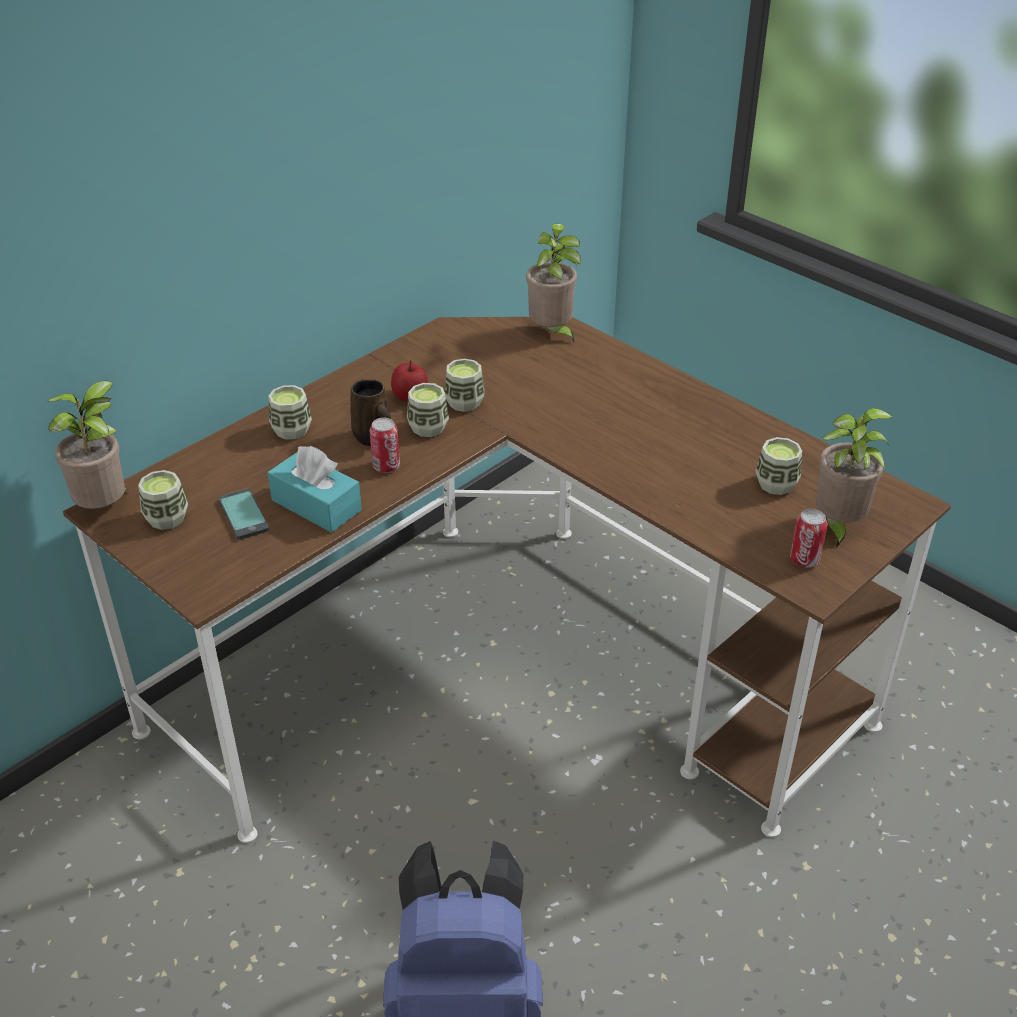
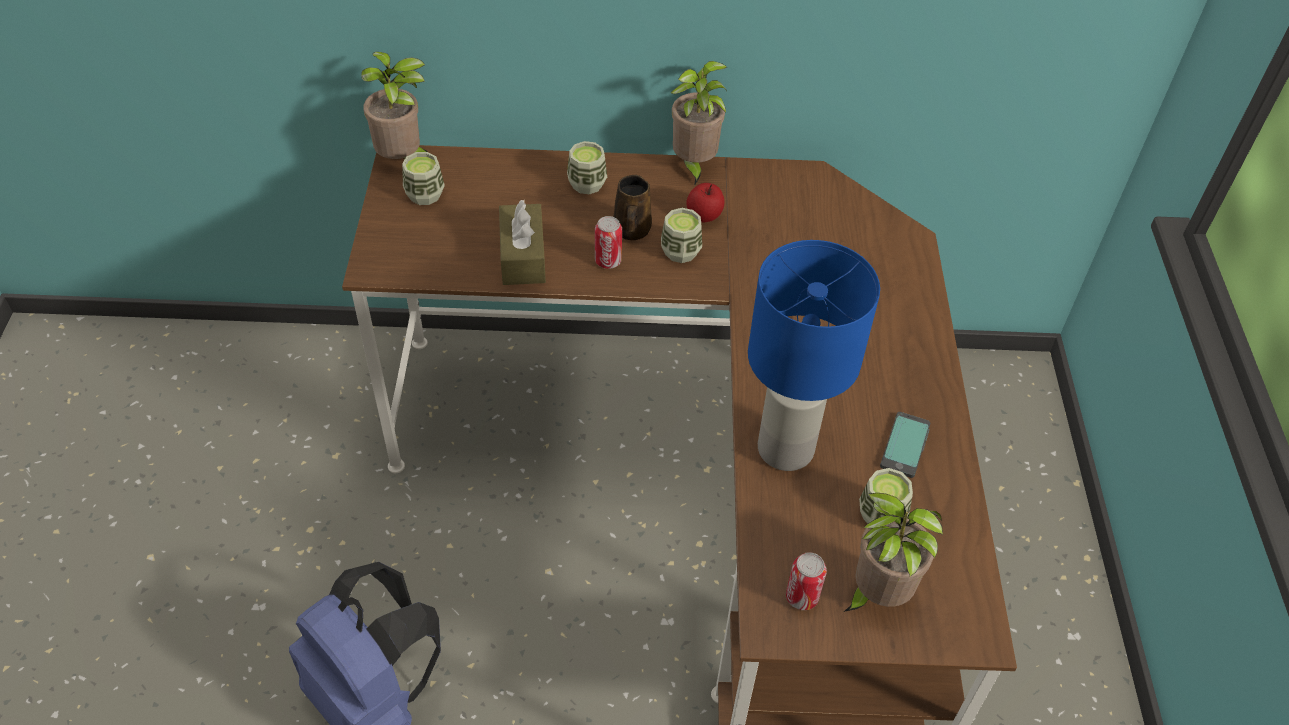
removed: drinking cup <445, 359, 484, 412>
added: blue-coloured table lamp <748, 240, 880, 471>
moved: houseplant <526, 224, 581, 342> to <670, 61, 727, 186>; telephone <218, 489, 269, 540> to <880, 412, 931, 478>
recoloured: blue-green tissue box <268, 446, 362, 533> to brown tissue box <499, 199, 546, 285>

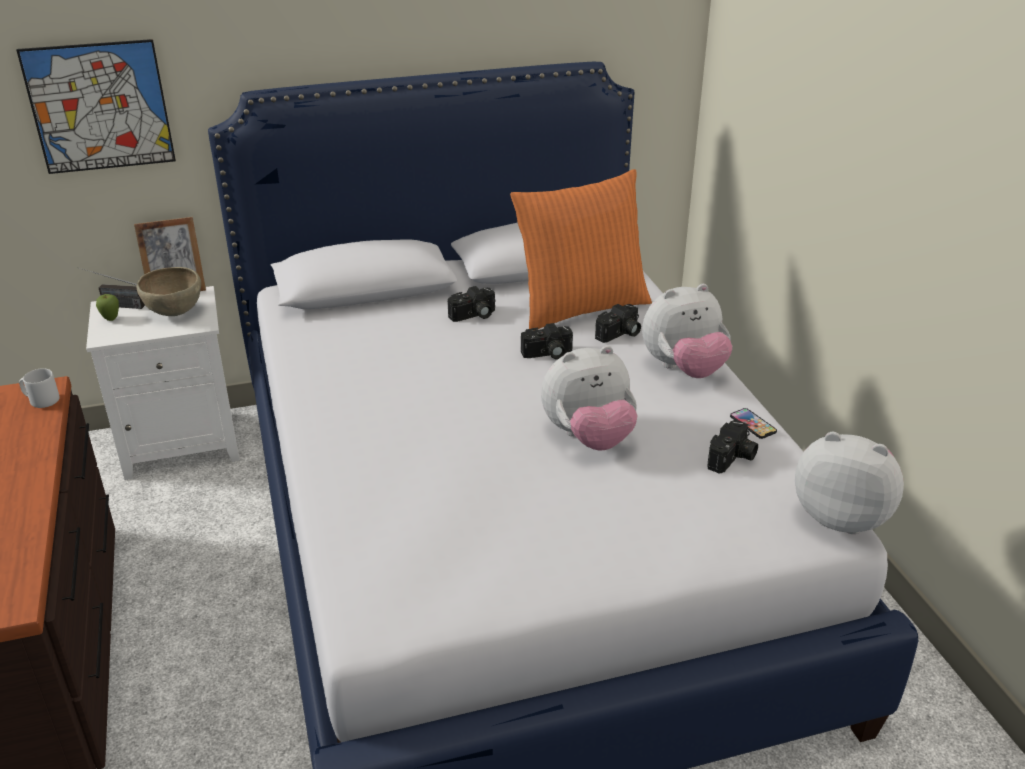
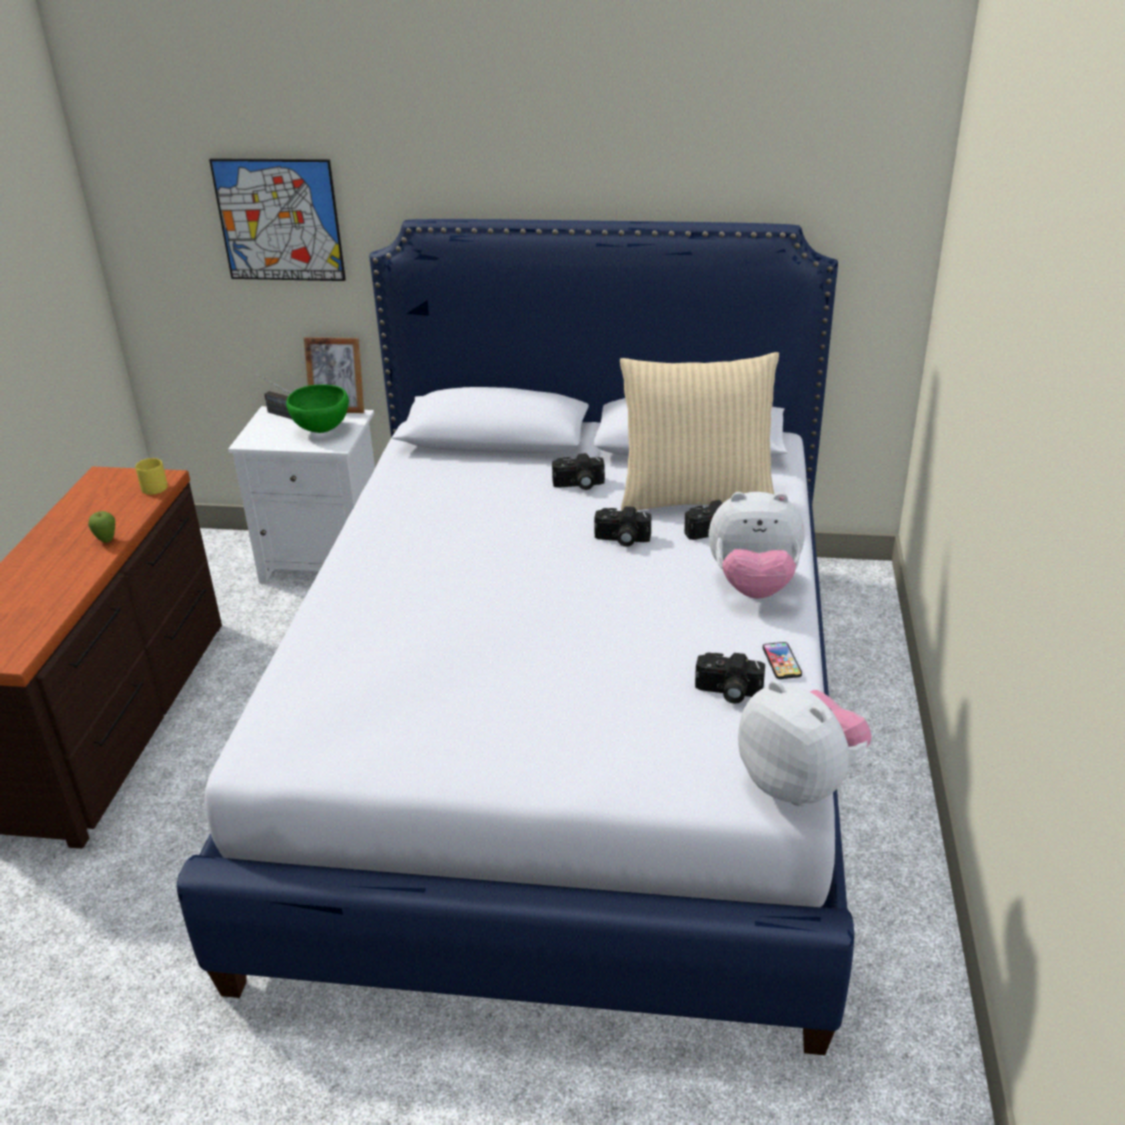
removed: cuddly toy <541, 345, 638, 450>
moved: apple fruit <96, 294, 119, 321> to <88, 511, 115, 543>
recoloured: orange-coloured throw pillow <510, 169, 652, 331> to beige-coloured throw pillow <620, 352, 779, 511>; brown deep dish <137, 267, 201, 316> to green deep dish <286, 384, 349, 433>; gray mug <19, 368, 59, 408> to yellowish mug <135, 458, 168, 495>
turned: still camera <707, 420, 758, 474> = <695, 653, 765, 703> 45 degrees clockwise

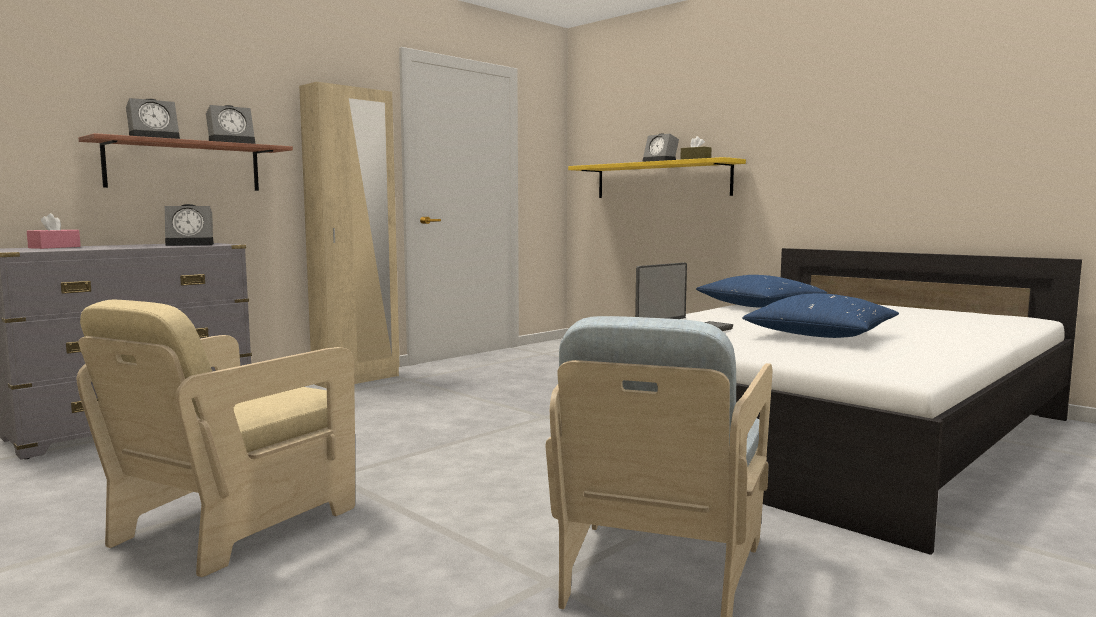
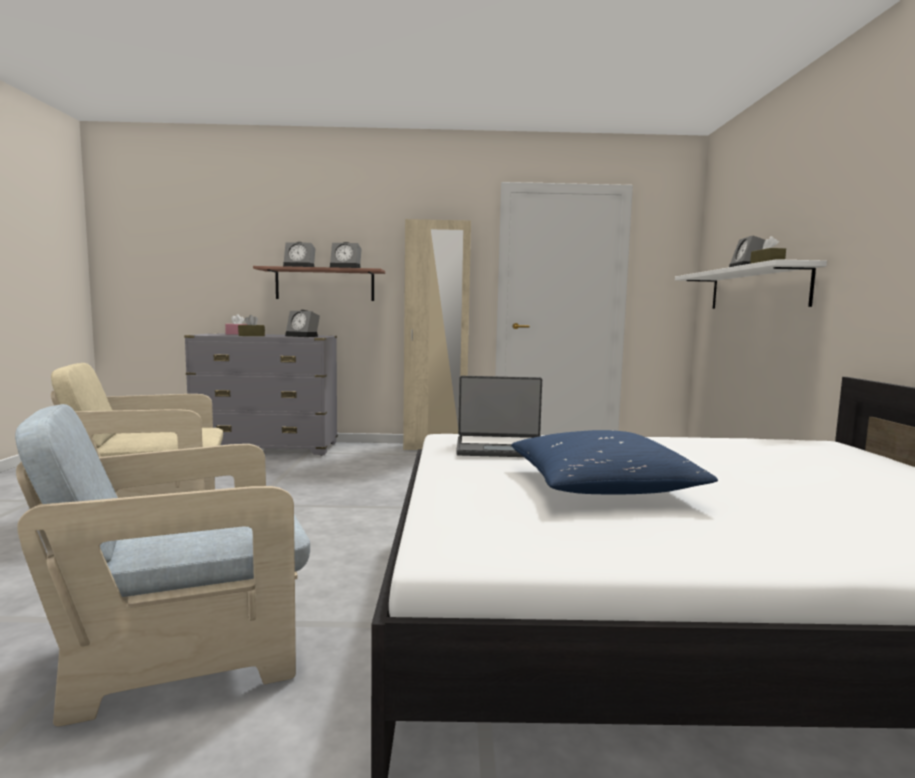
removed: blue-coloured throw pillow <696, 275, 827, 308>
added: brown tissue box <238, 315, 265, 336>
recoloured: yellowish wall shelf <568, 157, 746, 198> to whitish wall shelf <675, 259, 827, 309>

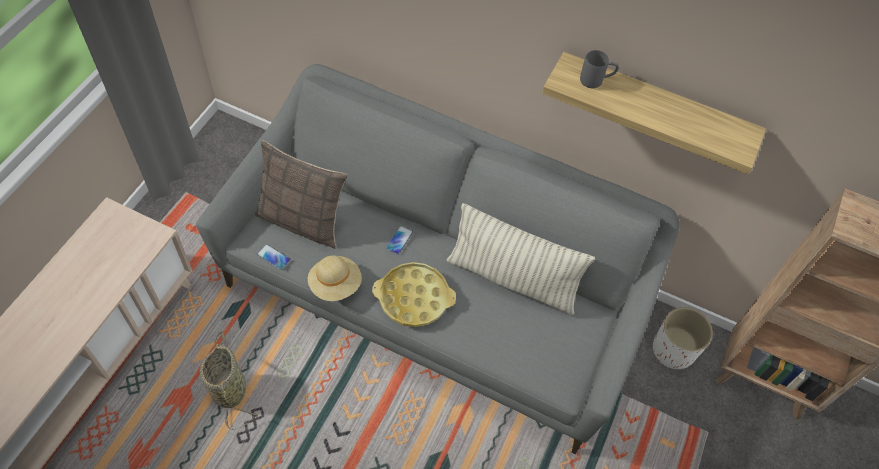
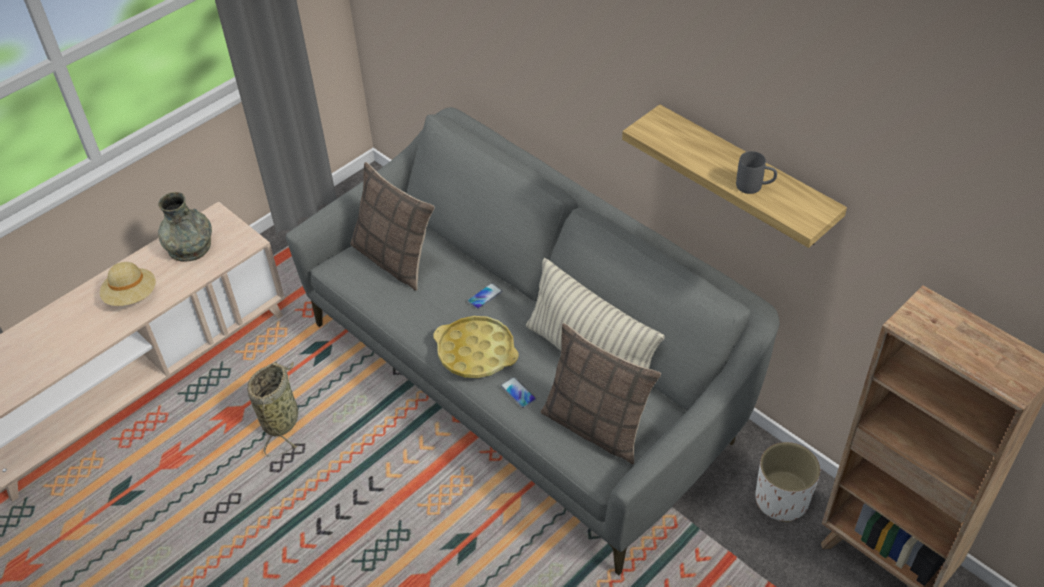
added: gray decorative vase <158, 192, 212, 262>; throw pillow <541, 323, 661, 464>
moved: gray mug <580, 50, 619, 88> to <736, 151, 777, 194>; telephone <257, 244, 291, 270> to <501, 377, 536, 408>; beige-coloured hat <308, 255, 362, 301> to <100, 262, 156, 306>

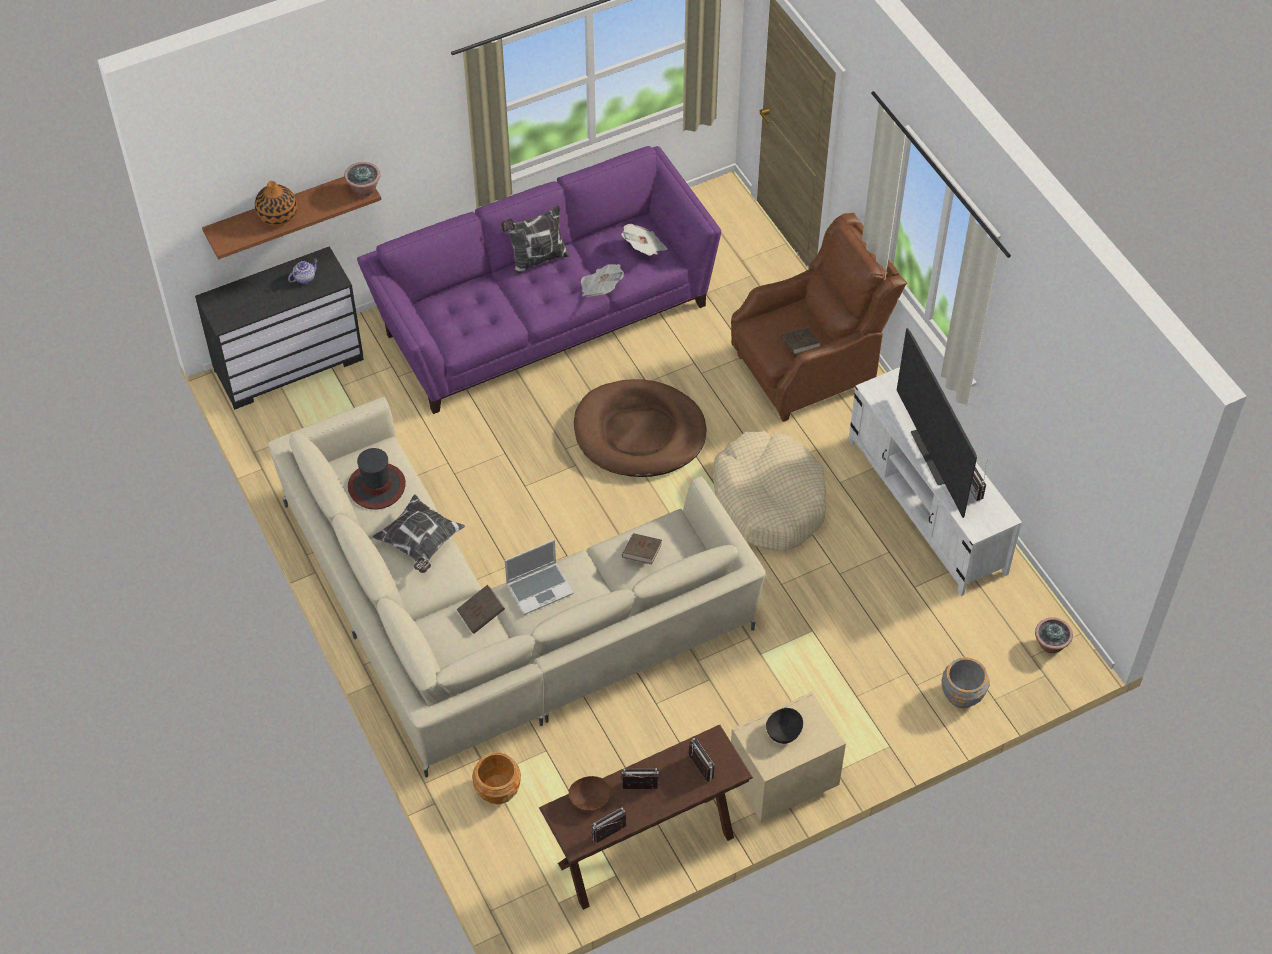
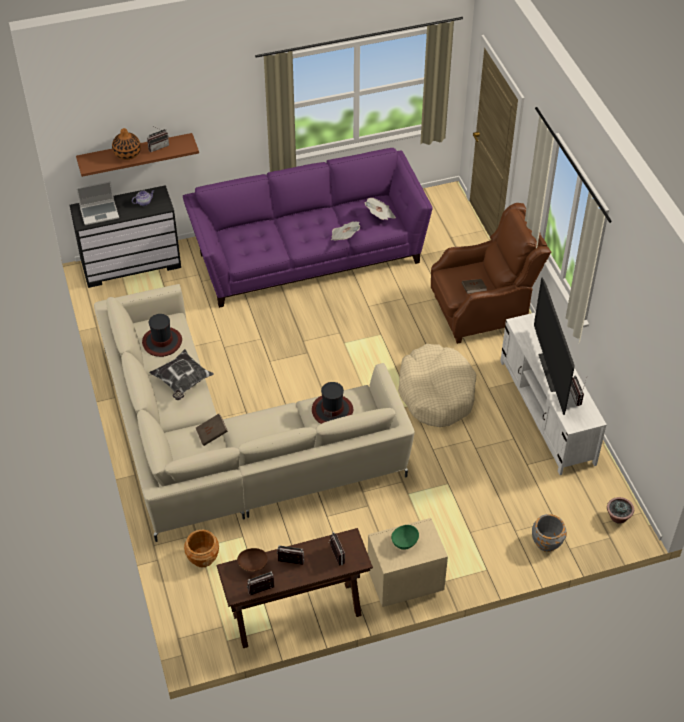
removed: houseplant <344, 162, 381, 197>; throw pillow <501, 205, 570, 275>; brown dog cushion <574, 379, 706, 477>
added: radio set <147, 125, 169, 152>
moved: portable computer <505, 540, 574, 615> to <76, 181, 119, 225>
replaced: brown bound book <622, 533, 662, 564> to hat <312, 382, 353, 424>
recoloured: black-coloured deep dish <766, 708, 803, 744> to green deep dish <391, 525, 419, 550>

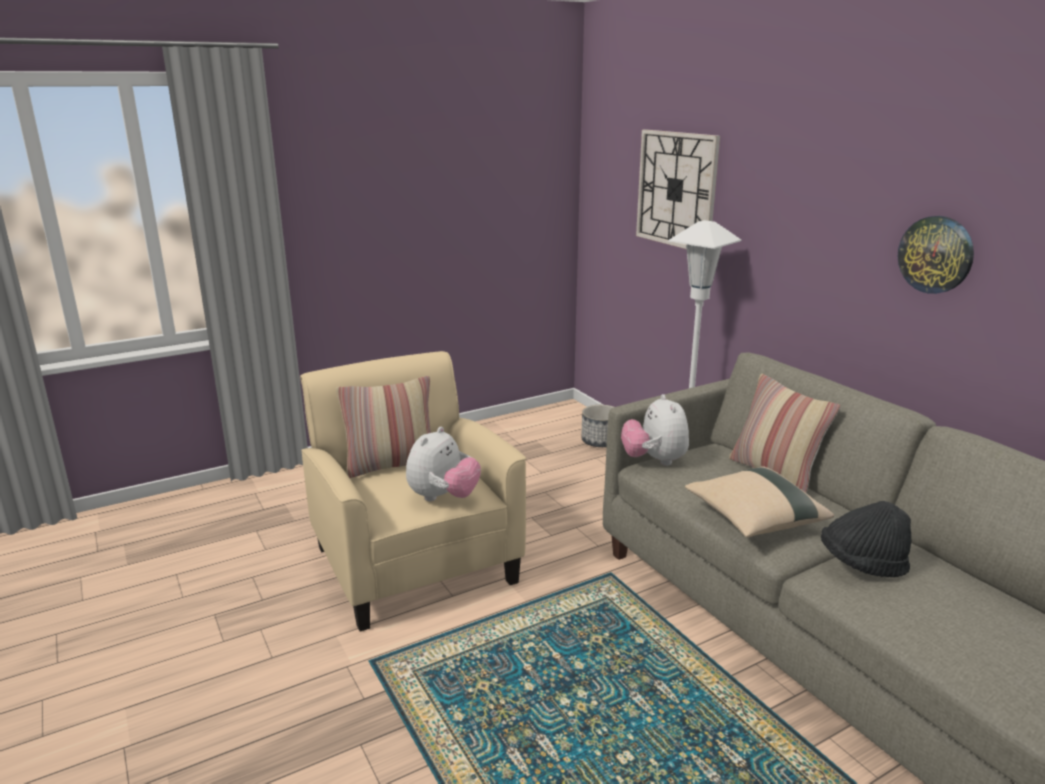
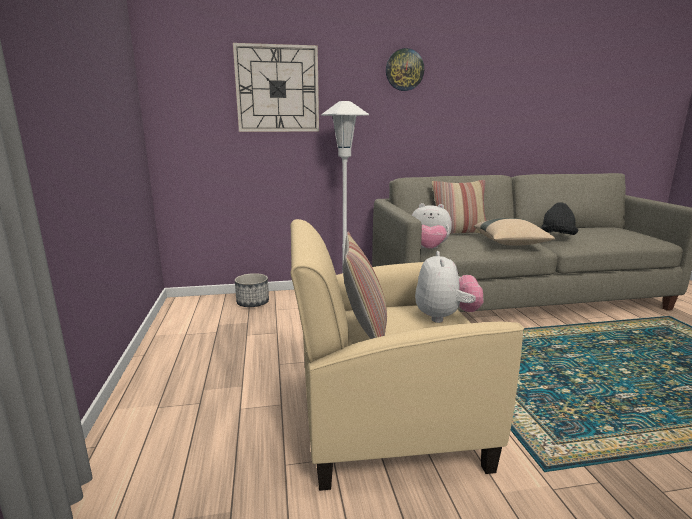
moved: hanging clock <898, 216, 974, 294> to <386, 48, 424, 91>
turned: cuddly toy <406, 427, 481, 501> = <415, 251, 483, 323> 45 degrees clockwise

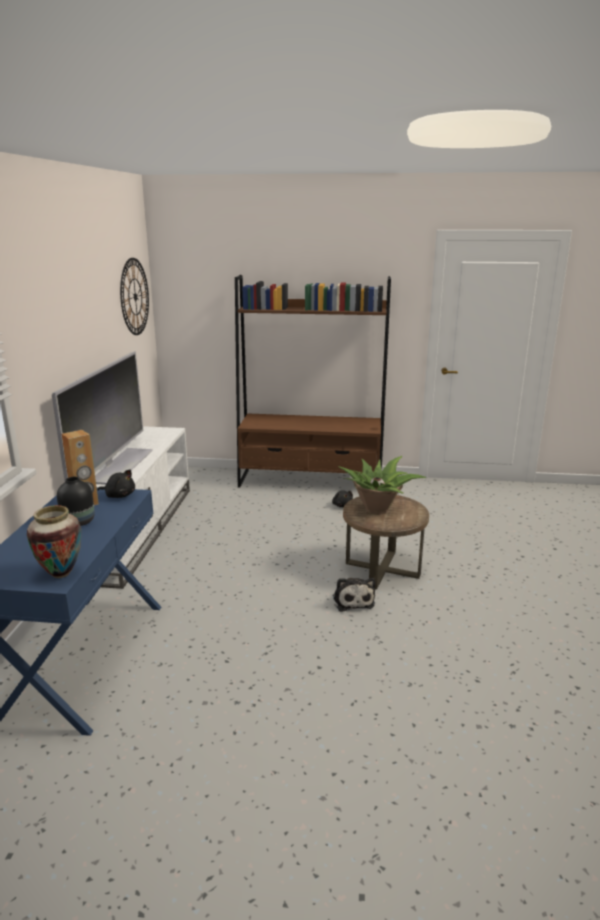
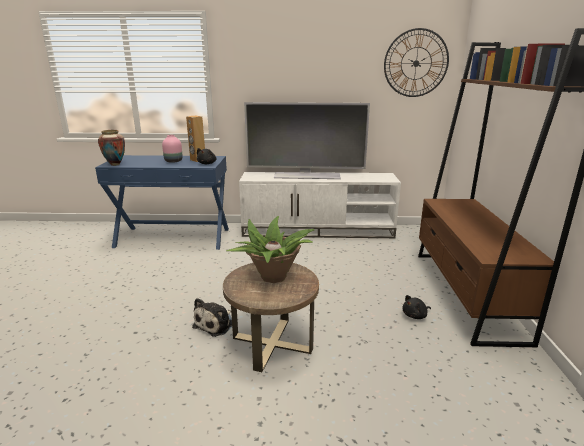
recoloured: black-coloured decorative vase <57, 477, 95, 526> to pink decorative vase <162, 135, 183, 163>
turned: cuddly toy <333, 578, 375, 612> = <192, 298, 232, 337> 45 degrees counterclockwise

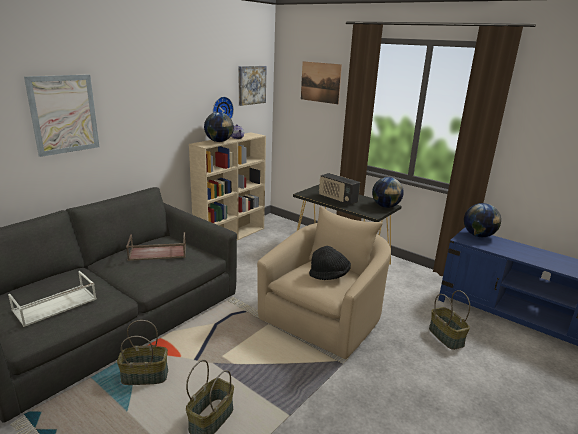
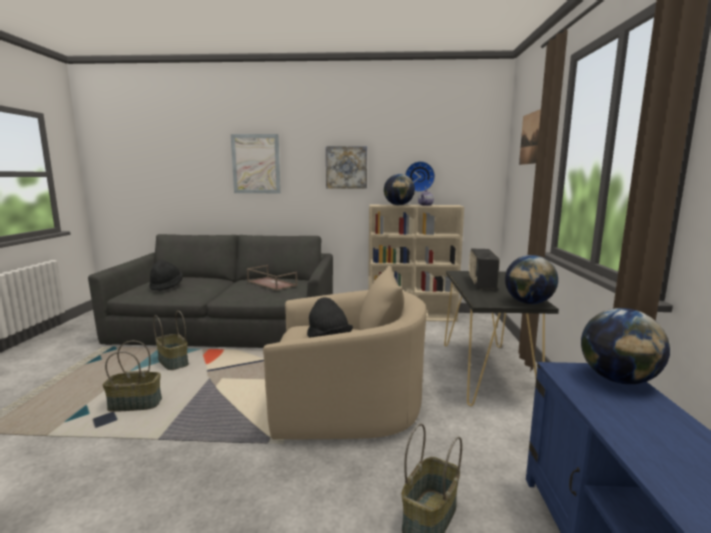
moved: picture <239, 66, 267, 106> to <326, 146, 367, 189>
replaced: whitish tray <8, 271, 97, 327> to black-coloured hat <149, 260, 183, 291>

